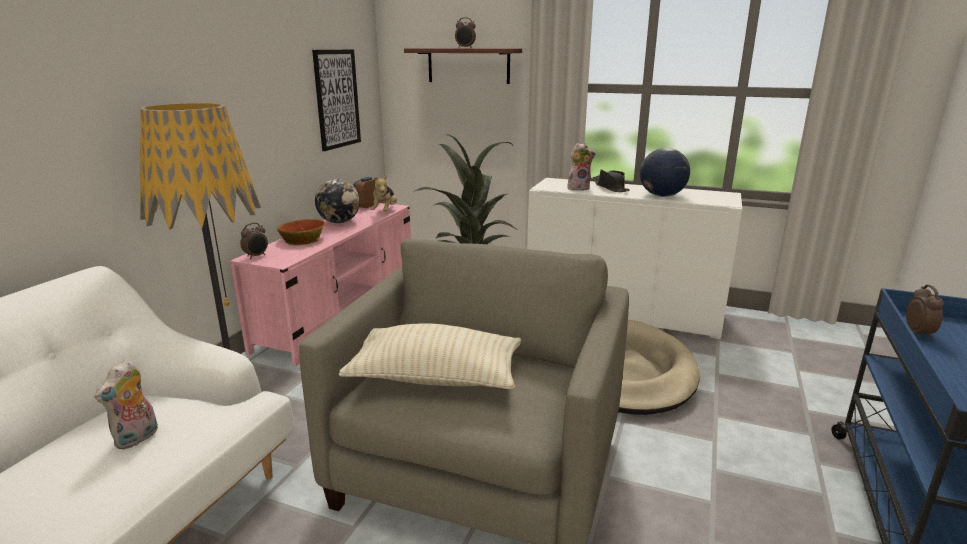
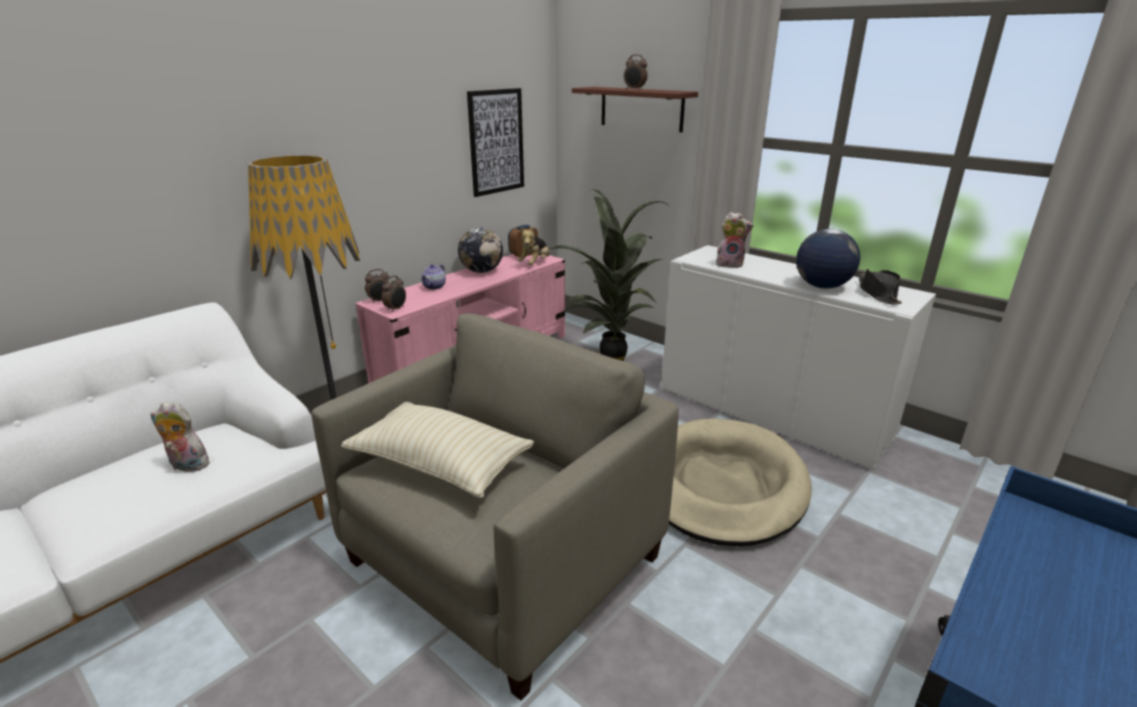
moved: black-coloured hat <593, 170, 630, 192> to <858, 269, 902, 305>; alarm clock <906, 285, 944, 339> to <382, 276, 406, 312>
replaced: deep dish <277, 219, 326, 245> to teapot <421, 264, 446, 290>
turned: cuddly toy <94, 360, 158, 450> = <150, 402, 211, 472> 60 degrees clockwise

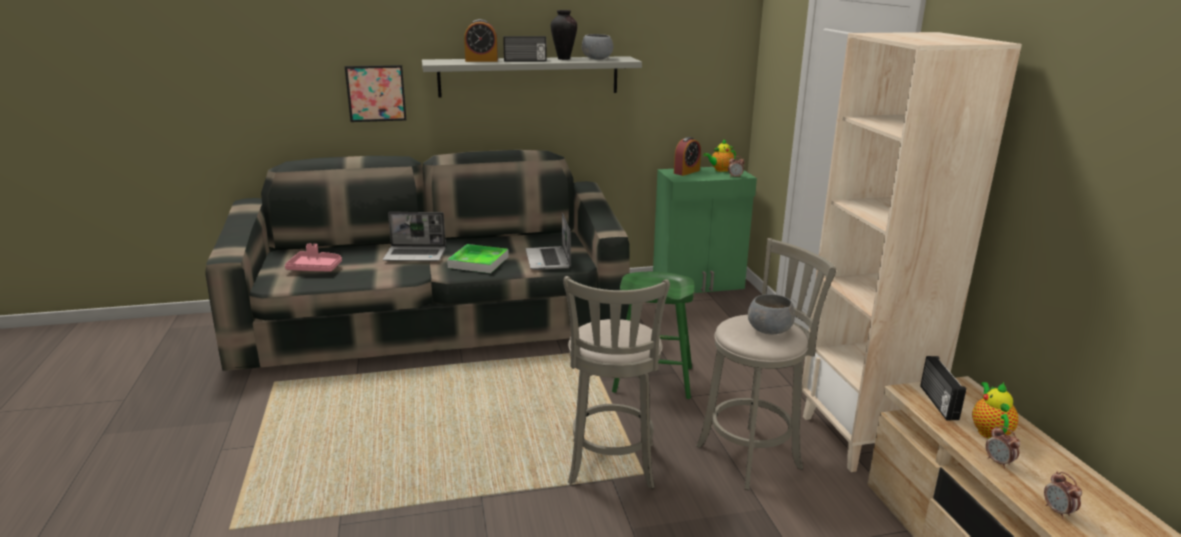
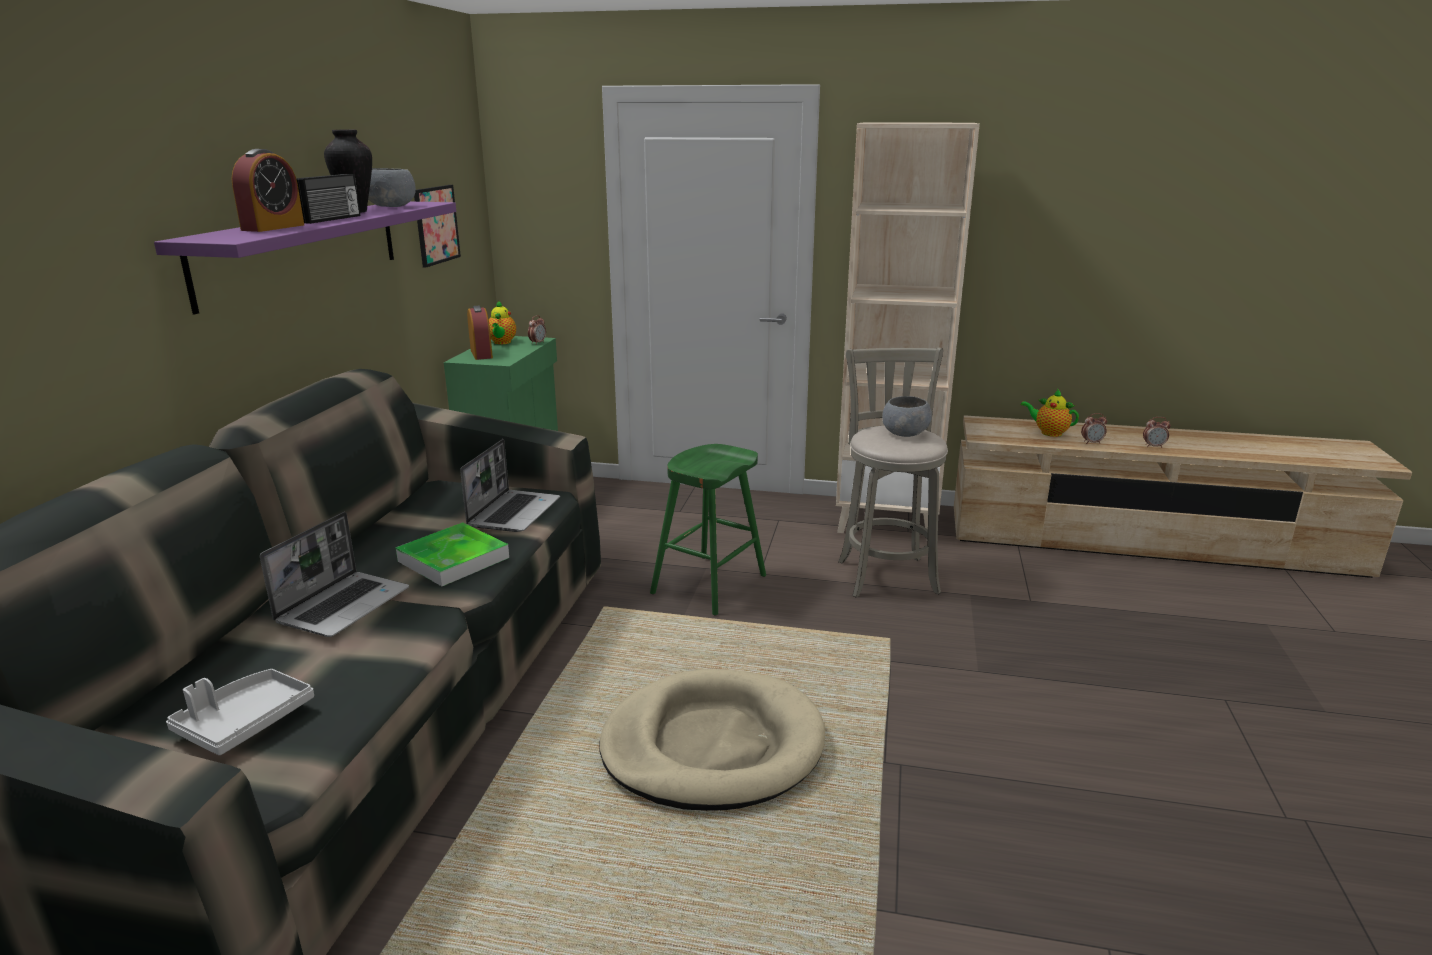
removed: gray stool <563, 276, 670, 489>; radio set <920, 356, 966, 421>
added: beige-coloured dog cushion <600, 669, 825, 811>
moved: picture <345, 65, 407, 122> to <414, 185, 461, 268>
recoloured: gray wall shelf <422, 56, 642, 97> to purplish wall shelf <154, 202, 456, 314>; pink tray <285, 244, 342, 272> to gray tray <166, 669, 314, 755>
turned: portable computer <525, 213, 571, 270> = <460, 439, 560, 532> 90 degrees counterclockwise

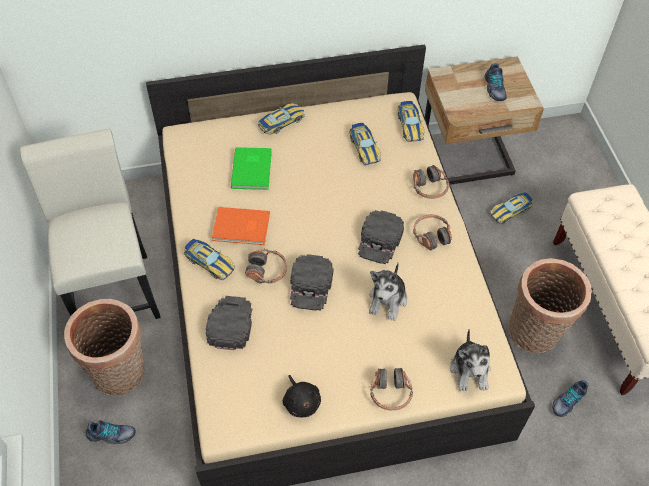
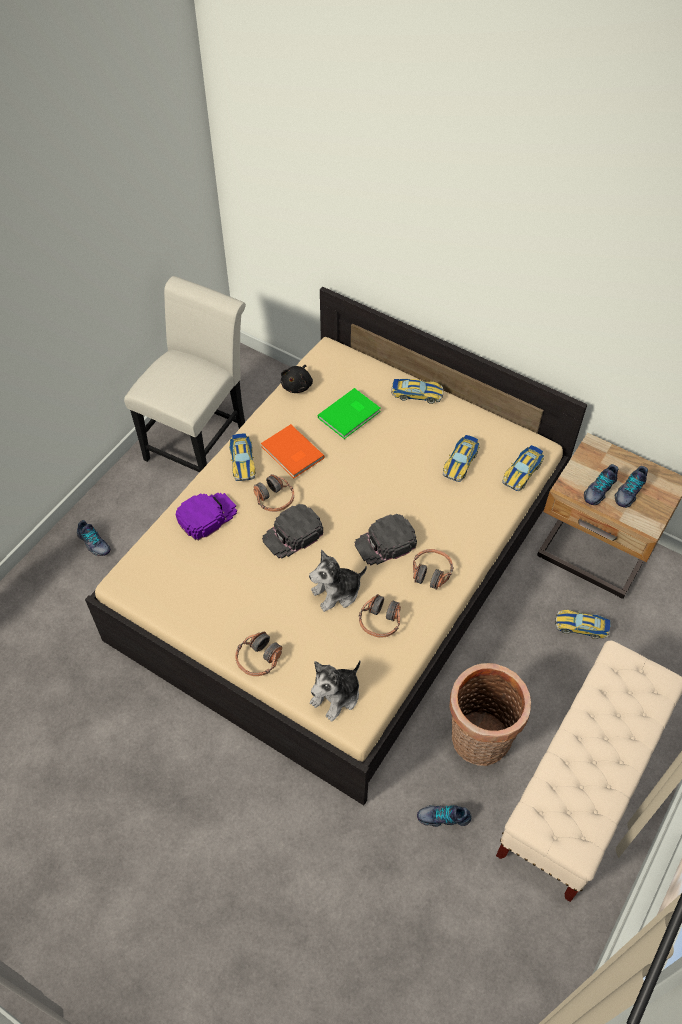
removed: household basket <64, 299, 145, 396>
added: item of footwear <584, 464, 618, 505>
moved: headset <413, 165, 449, 199> to <359, 594, 401, 638>; black-coloured cuddly toy <283, 375, 321, 417> to <281, 365, 313, 393>
recoloured: black-coloured peaked cap <206, 296, 252, 350> to purplish peaked cap <176, 493, 237, 540>

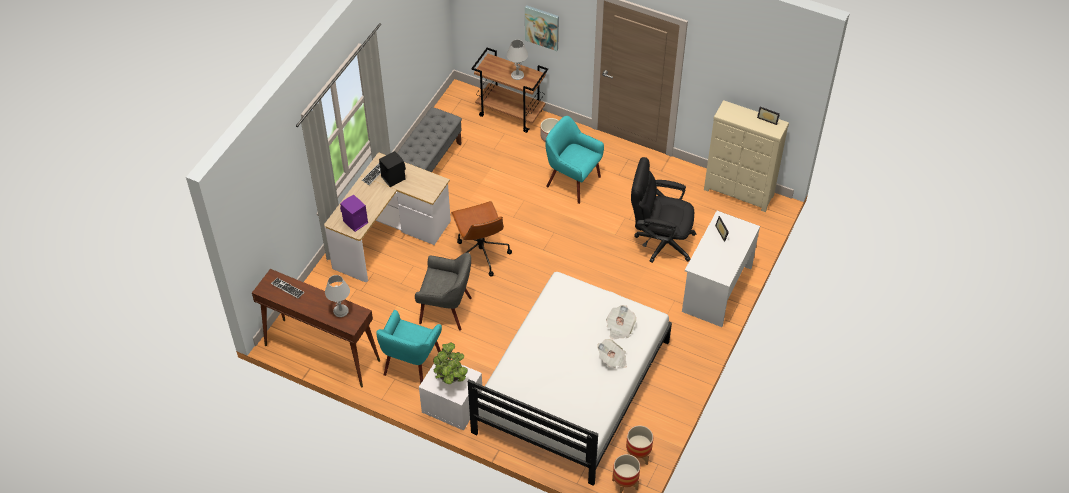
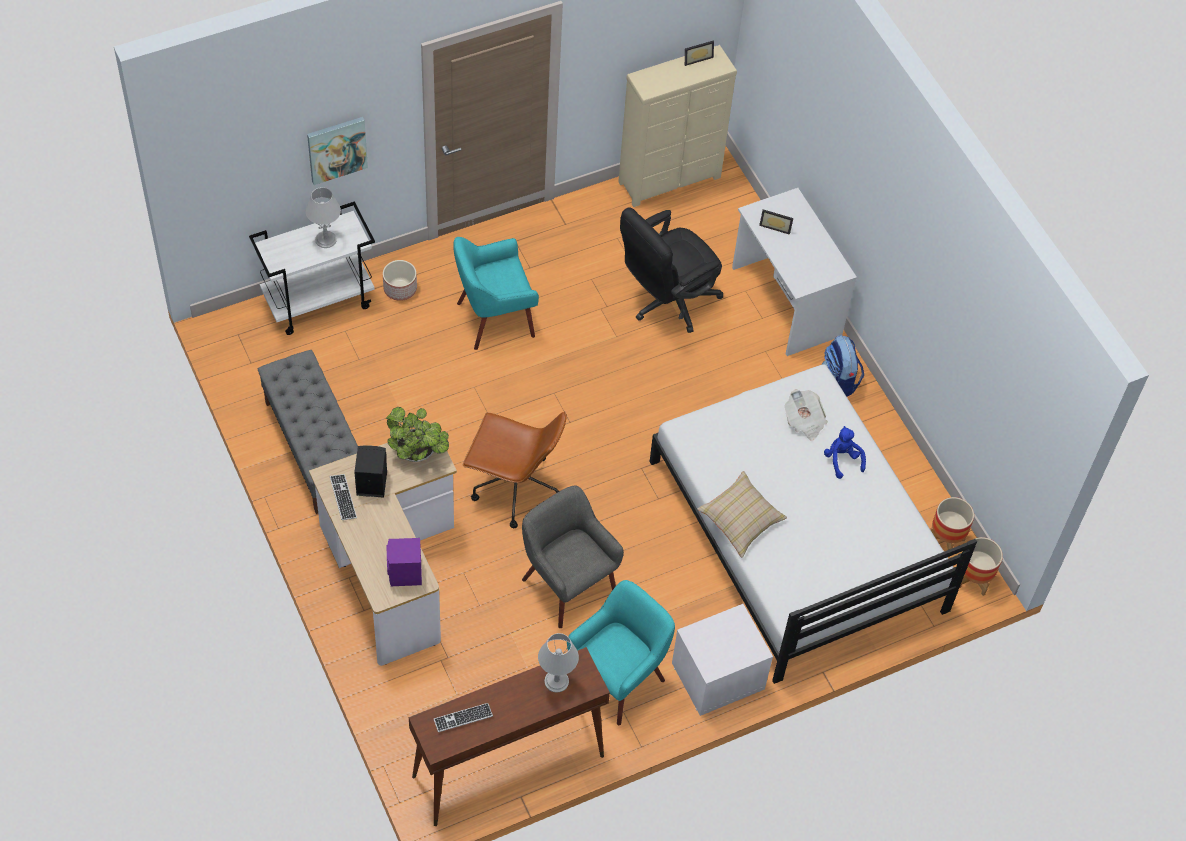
added: rucksack <822, 335, 864, 397>; beige-coloured throw pillow <697, 471, 787, 558>
moved: houseplant <433, 342, 468, 384> to <386, 407, 449, 462>
replaced: newspaper <597, 339, 627, 368> to blue-coloured cuddly toy <824, 426, 866, 479>
recoloured: brown cart <471, 48, 548, 133> to whitish cart <249, 202, 375, 335>
turned: gray easy chair <415, 253, 472, 330> = <522, 486, 624, 628> 90 degrees counterclockwise; blue-green easy chair <376, 310, 442, 384> = <567, 580, 675, 725> 105 degrees counterclockwise

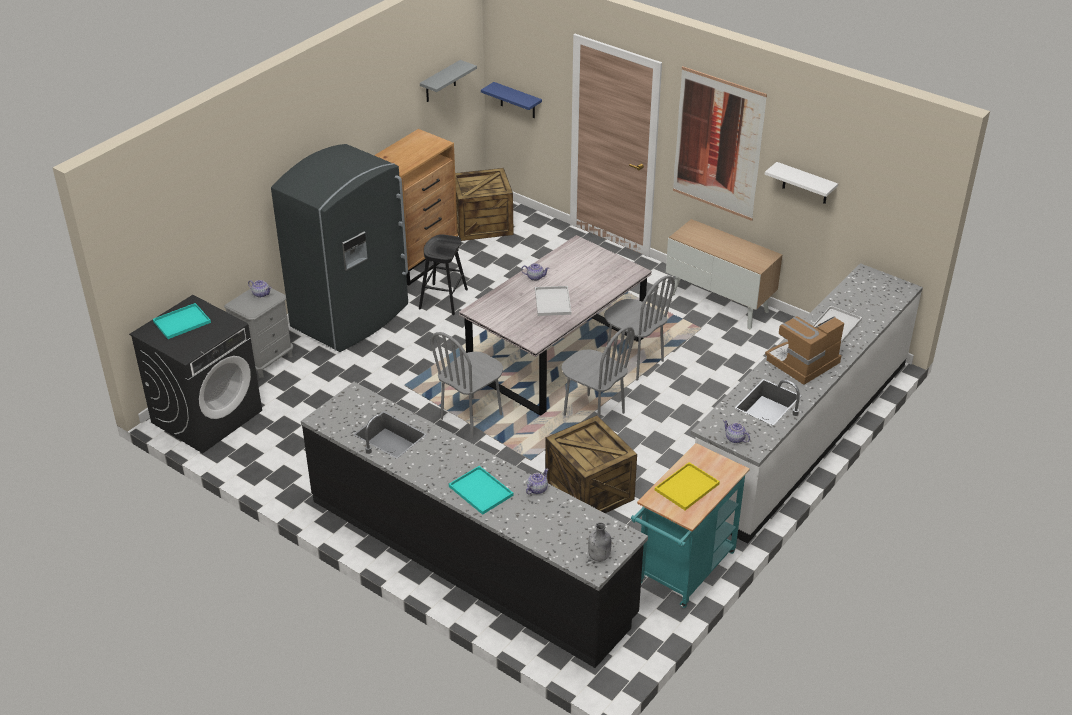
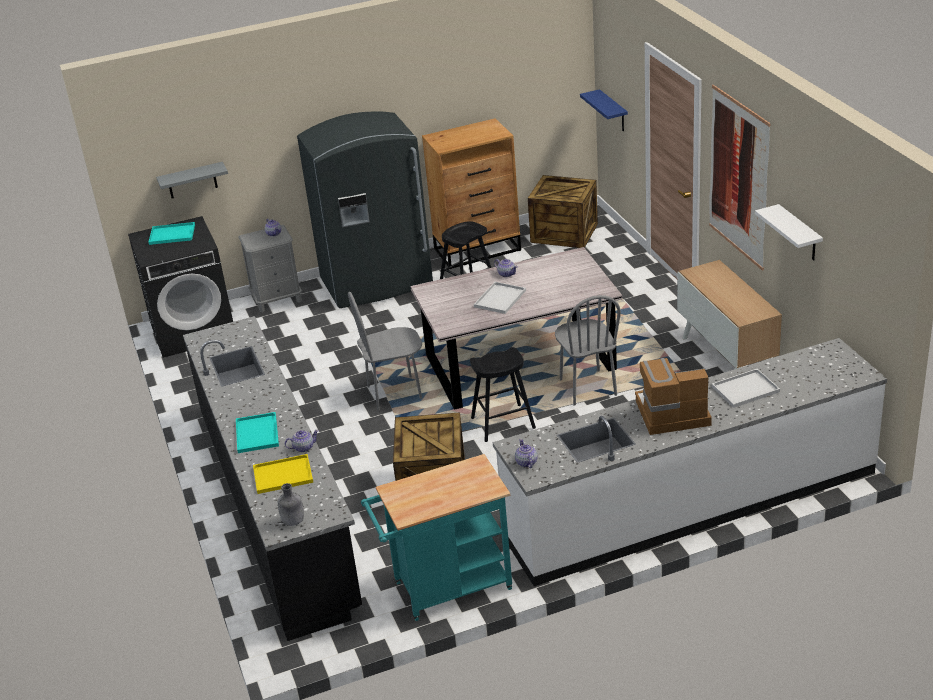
moved: gray wall shelf <420, 60, 477, 102> to <156, 162, 228, 198>; yellowish tray <655, 462, 720, 510> to <253, 454, 313, 494>
replaced: gray upright chair <561, 326, 635, 417> to black-coloured stool <470, 347, 536, 442>

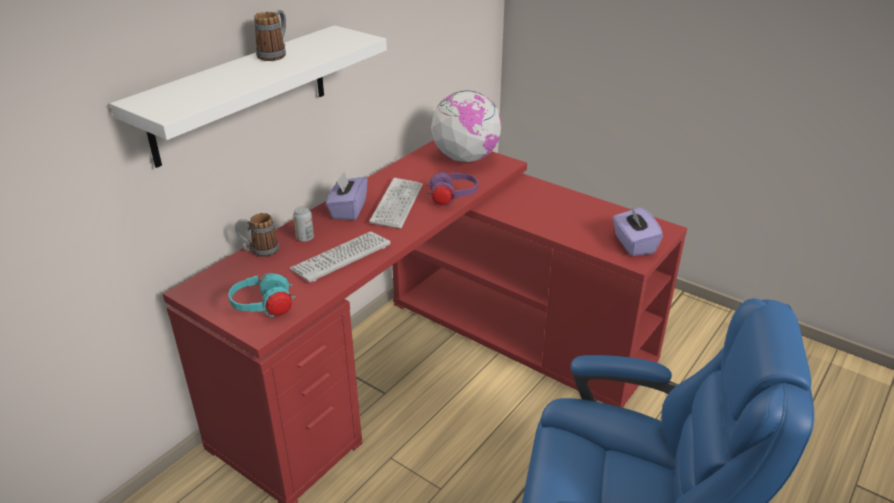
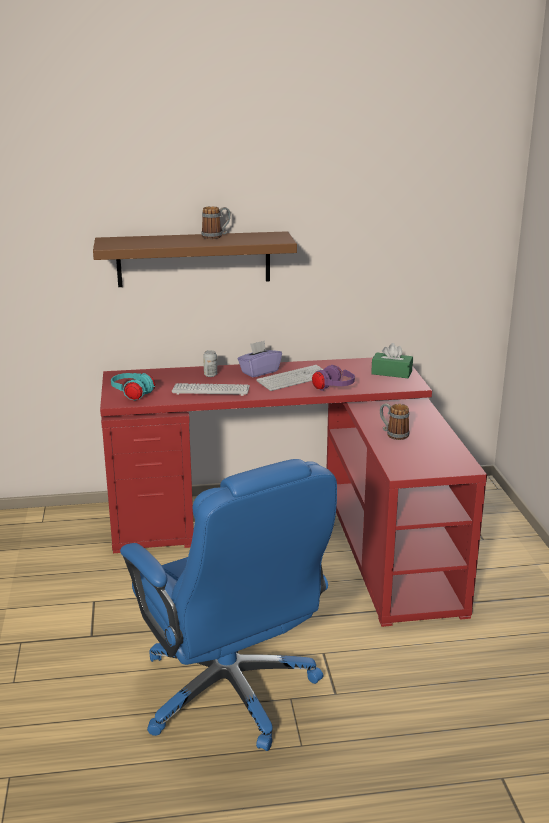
removed: purplish tissue box <613, 207, 663, 256>
moved: mug <235, 213, 279, 257> to <380, 403, 409, 440>
replaced: desk globe <431, 90, 501, 162> to green tissue box <371, 343, 413, 378>
recoloured: whitish wall shelf <110, 25, 387, 168> to brown wall shelf <93, 231, 297, 287>

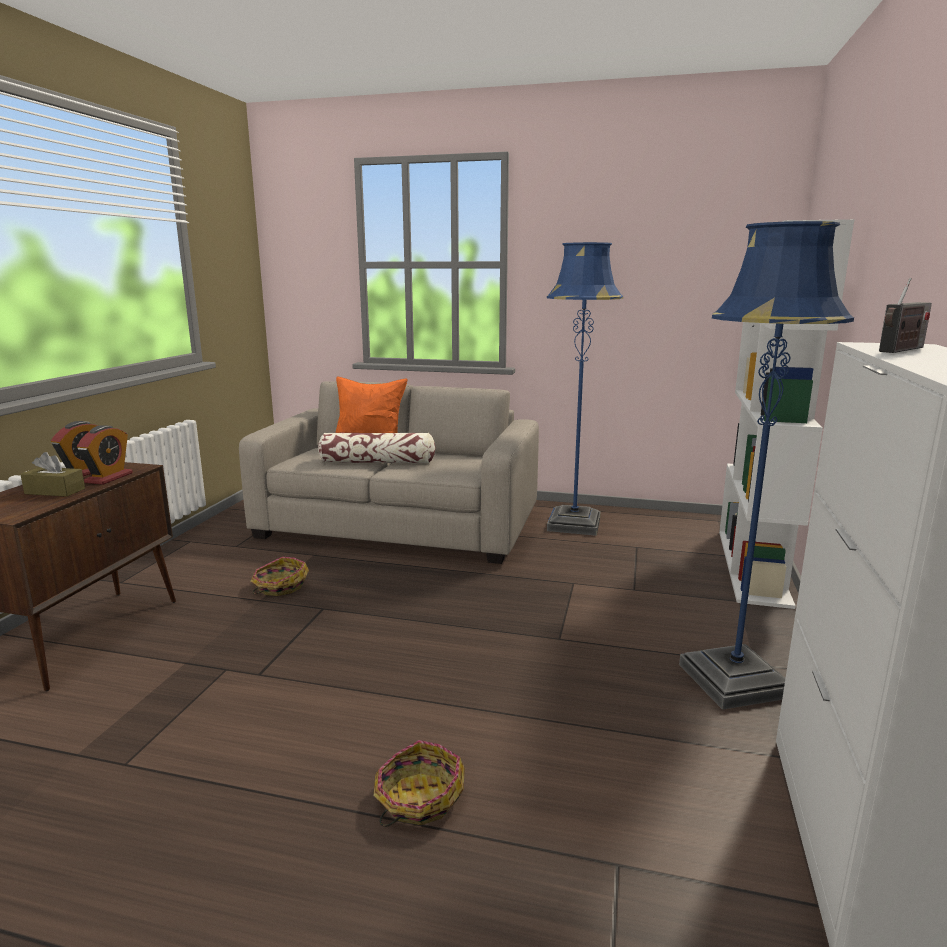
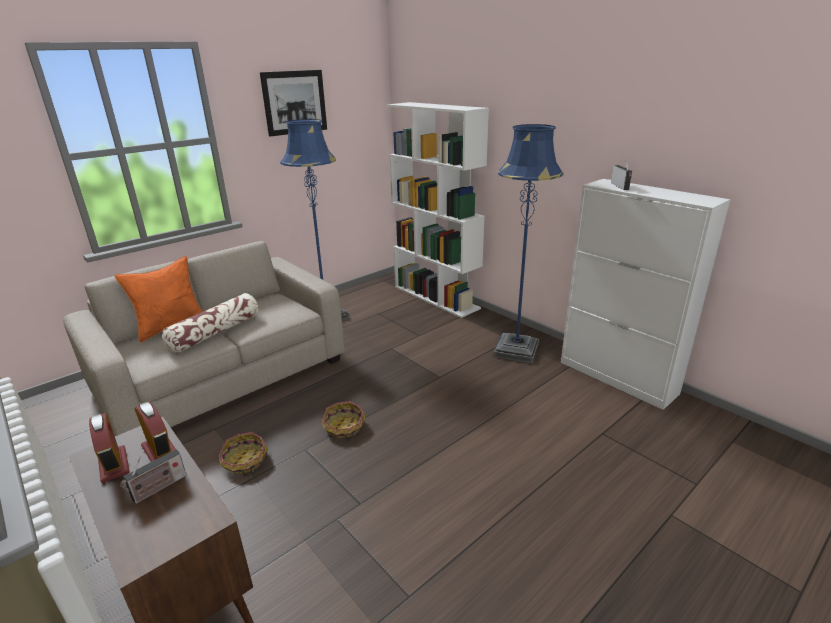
added: picture <260, 70, 327, 137>
moved: household basket <373, 740, 465, 827> to <321, 401, 366, 440>
replaced: brown tissue box <20, 452, 85, 497> to radio set <120, 449, 187, 504>

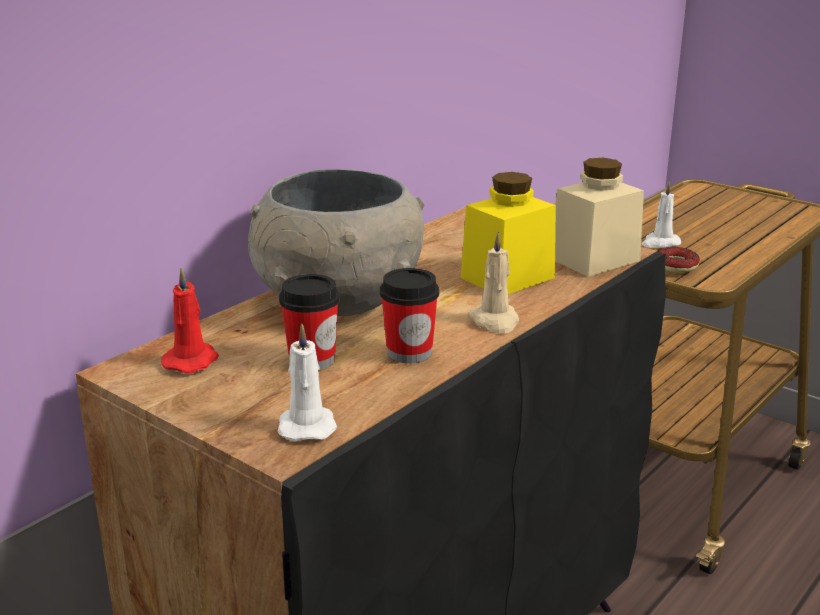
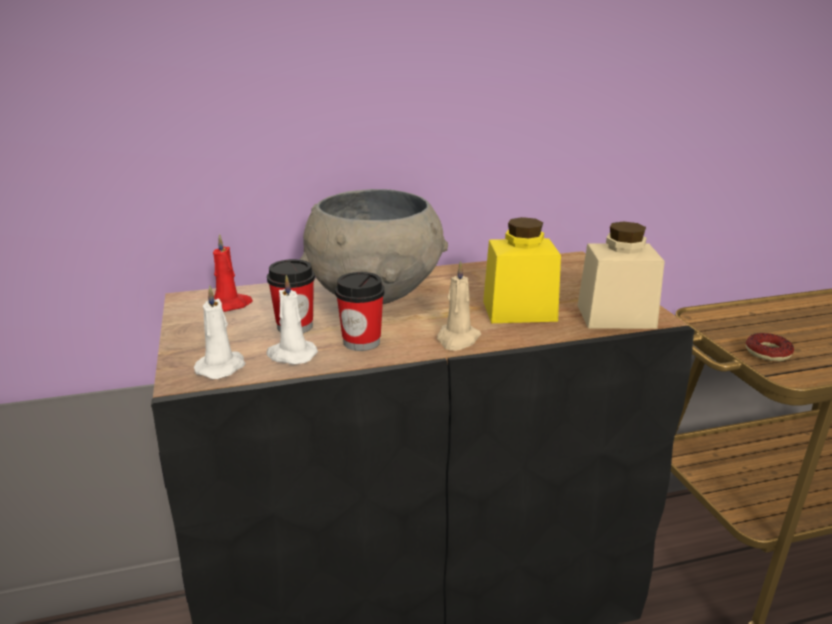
moved: whitish wax light <642, 181, 681, 248> to <266, 275, 318, 364>

